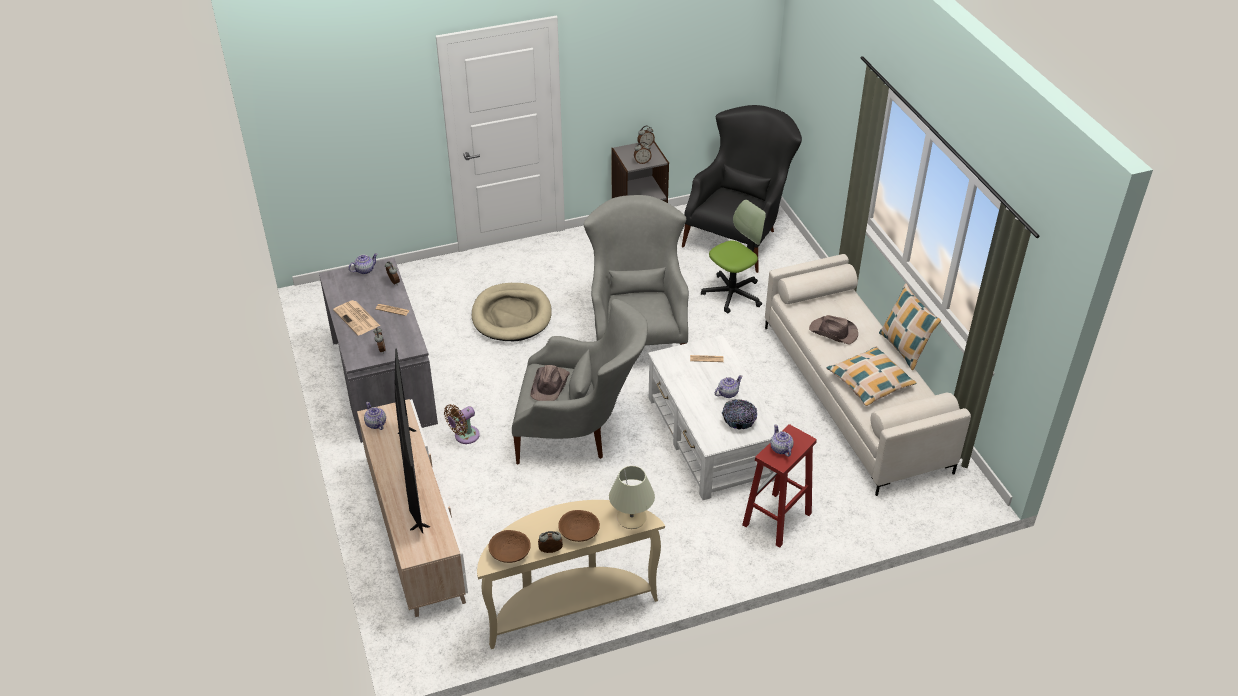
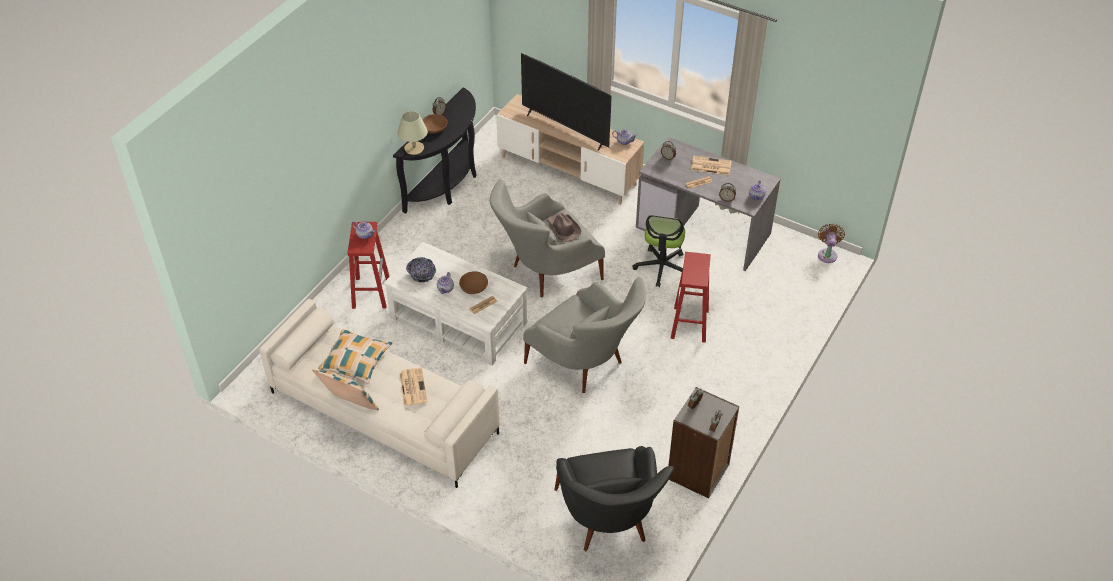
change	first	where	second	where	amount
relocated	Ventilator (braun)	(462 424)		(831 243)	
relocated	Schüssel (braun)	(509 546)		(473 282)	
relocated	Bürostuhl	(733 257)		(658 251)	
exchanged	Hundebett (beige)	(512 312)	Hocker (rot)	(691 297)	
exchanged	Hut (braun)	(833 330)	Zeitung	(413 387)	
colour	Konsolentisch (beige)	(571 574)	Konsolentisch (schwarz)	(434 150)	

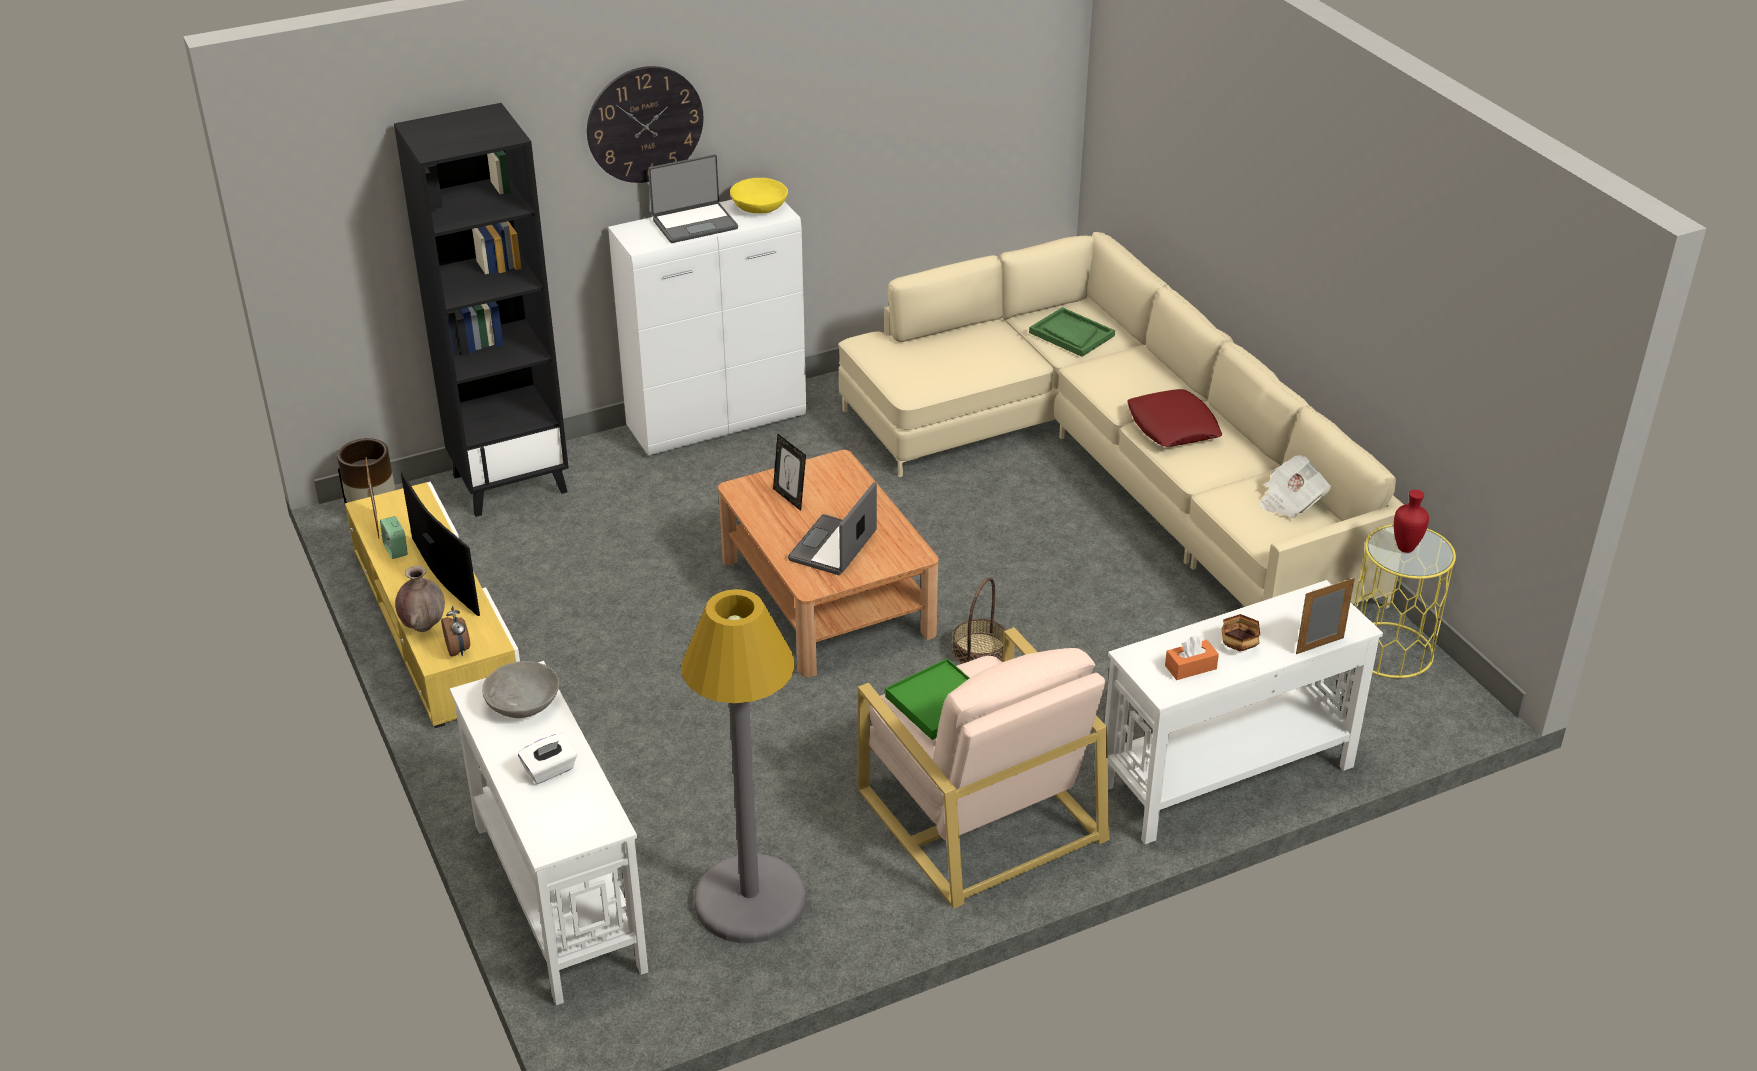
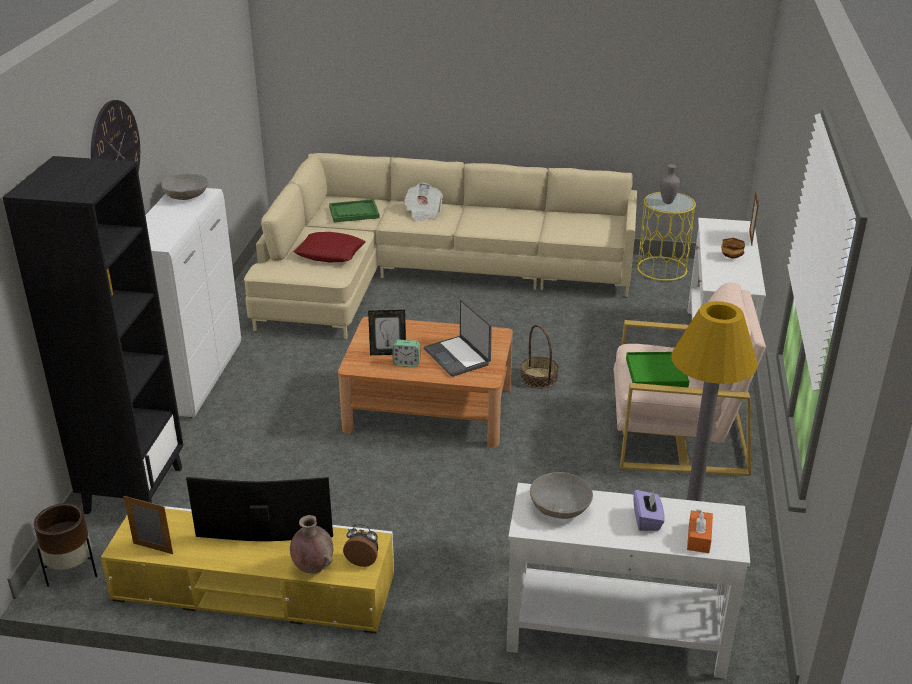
change	first	where	second	where	amount
missing	Laptop	(693 198)			
relocated	Wecker	(394 537)		(406 353)	
relocated	Kissen (rot)	(1174 418)		(330 247)	
relocated	Taschentuchbox (orange)	(1192 658)		(700 531)	
relocated	Zeitung	(1295 486)		(423 202)	
colour	Taschentuchbox (weiß)	(547 758)	Taschentuchbox (lila)	(649 510)	
colour	Schüssel (gelb)	(759 196)	Schüssel (grau)	(184 187)	
colour	Vase (rot)	(1411 521)	Vase (grau)	(670 184)	

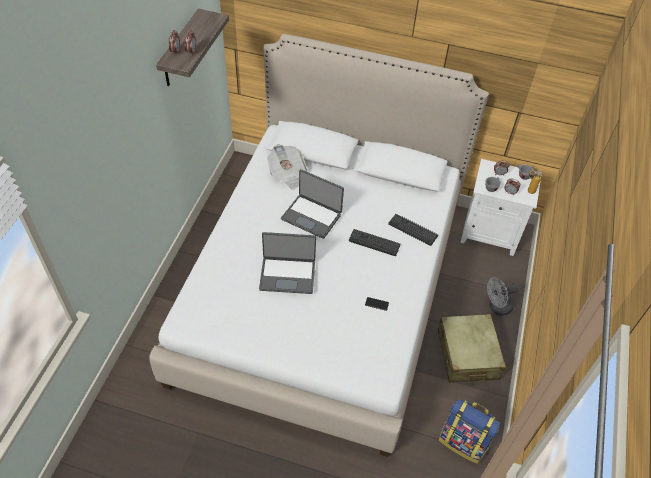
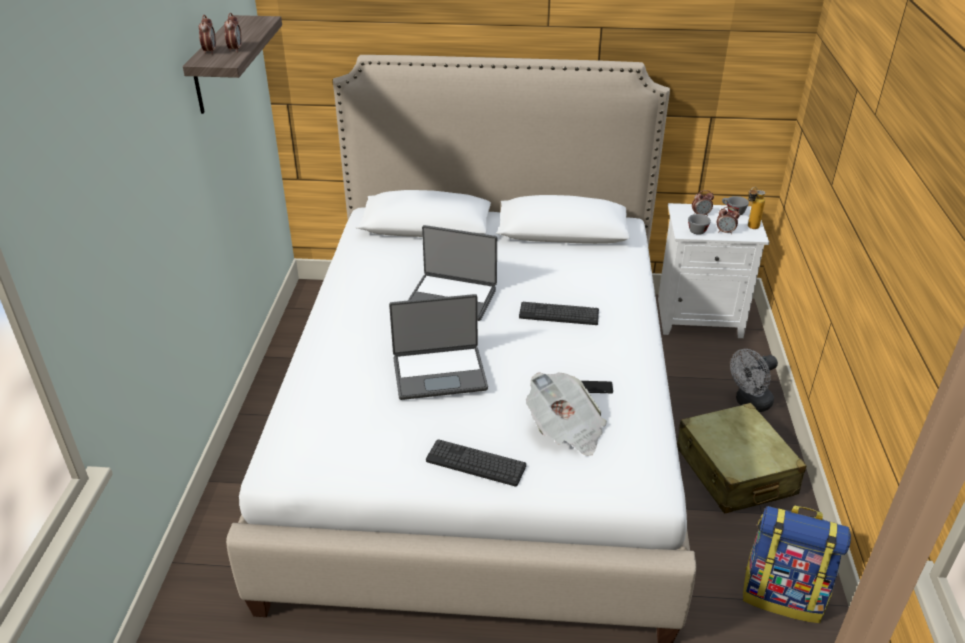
change	first	where	second	where	amount
relocated	Zeitung	(287 167)		(566 414)	
relocated	Tastatur	(413 230)		(476 463)	

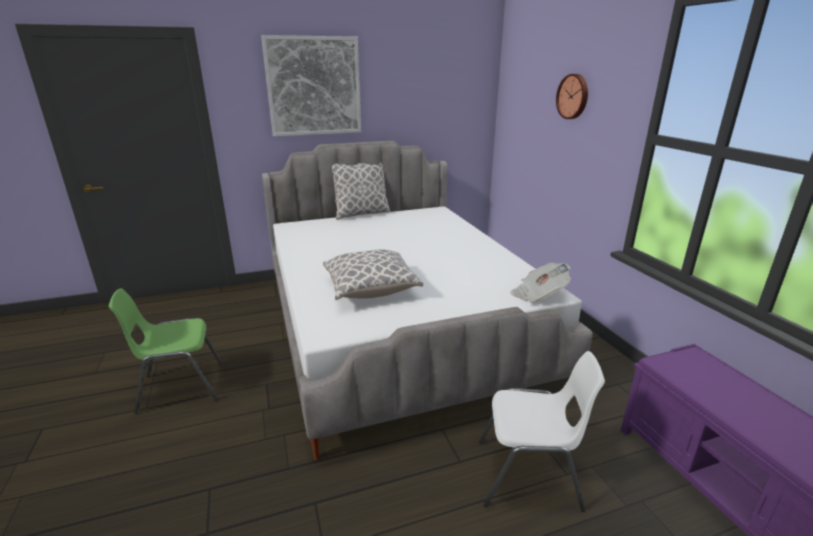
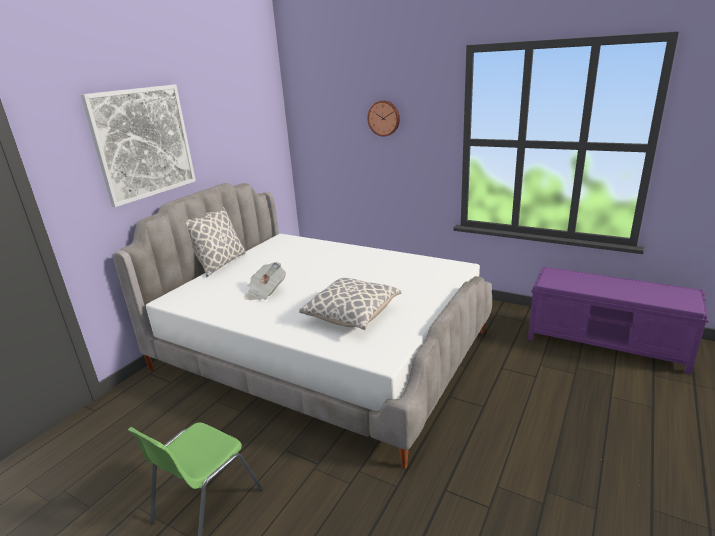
change	first	where	second	where	amount
missing	Stuhl (weiß)	(542 431)			
relocated	Zeitung	(541 282)		(265 281)	

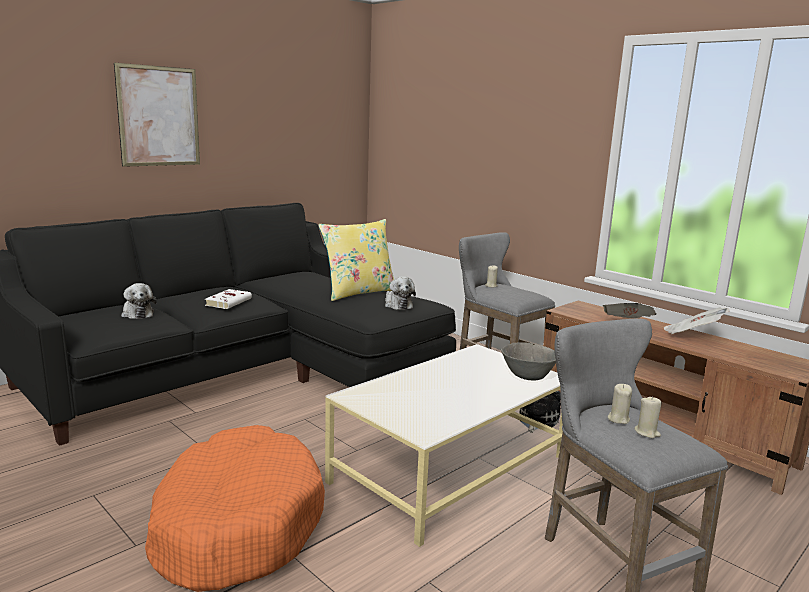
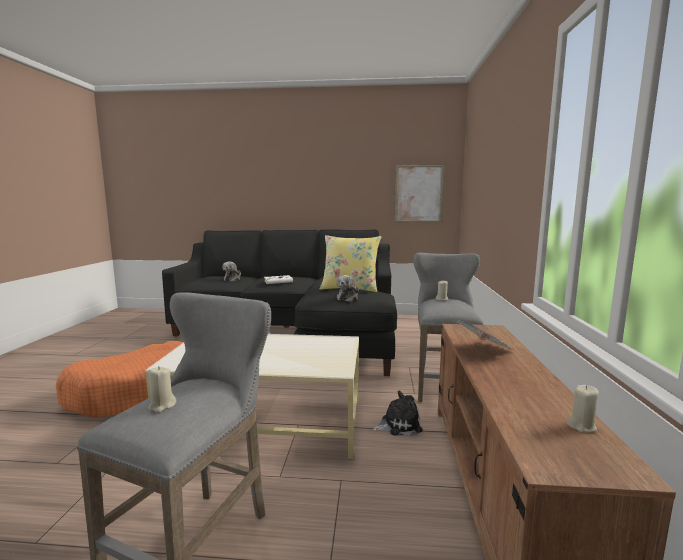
change	first	where	second	where	amount
missing	Schüssel (grau)	(528 361)			
missing	Zeitung	(697 321)			
relocated	Bild	(157 115)		(419 193)	
relocated	Kerze (beige)	(619 404)		(583 409)	

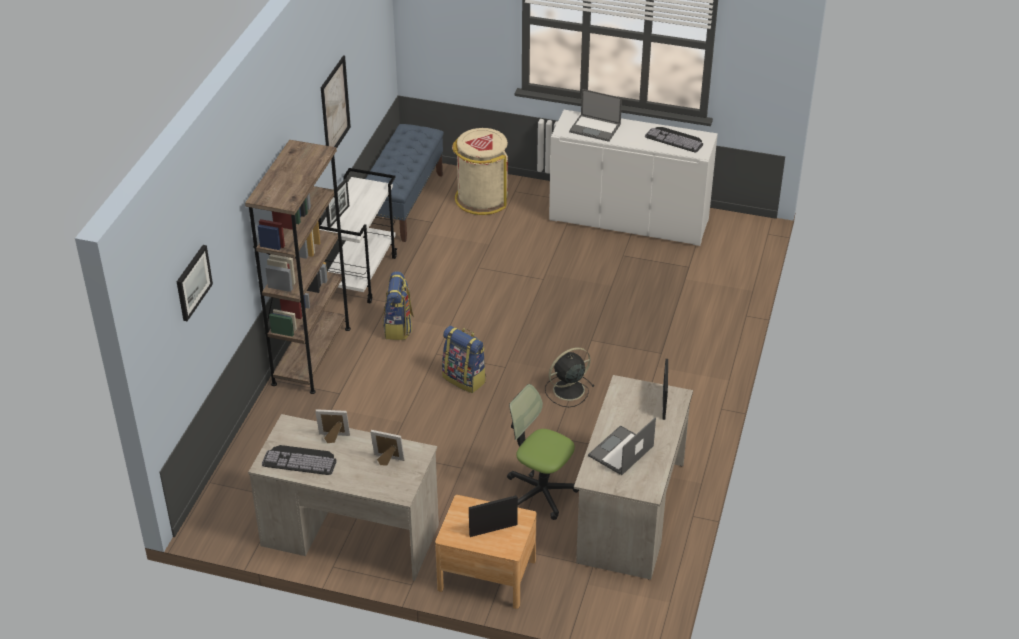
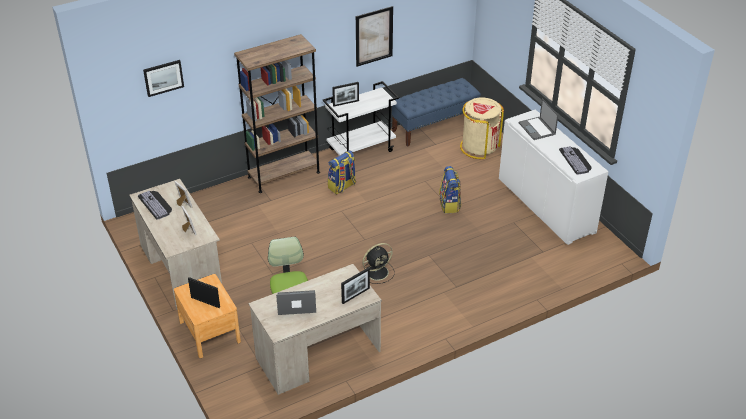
change	first	where	second	where	amount
relocated	Rucksack	(464 359)		(450 189)	
spun	Ventilator (schwarz)	(570 377)		(379 263)	135 degrees clockwise

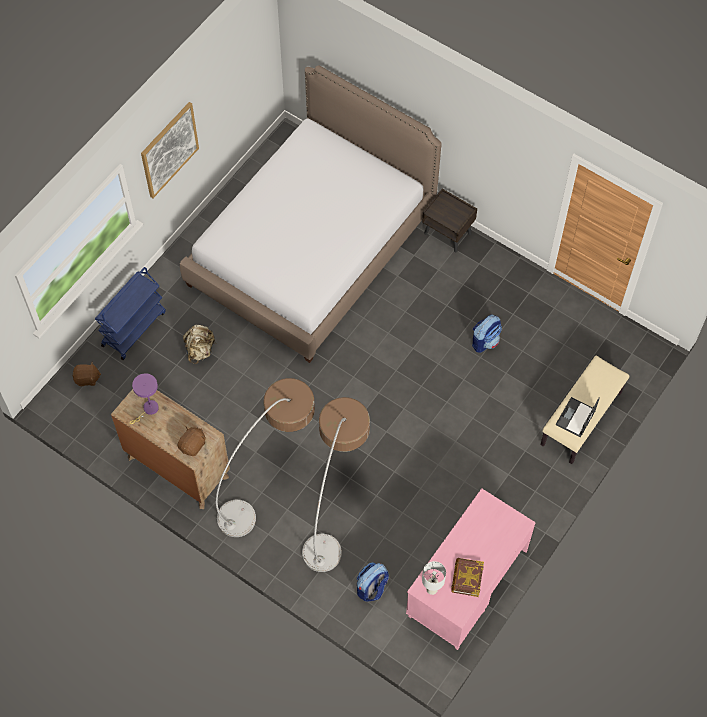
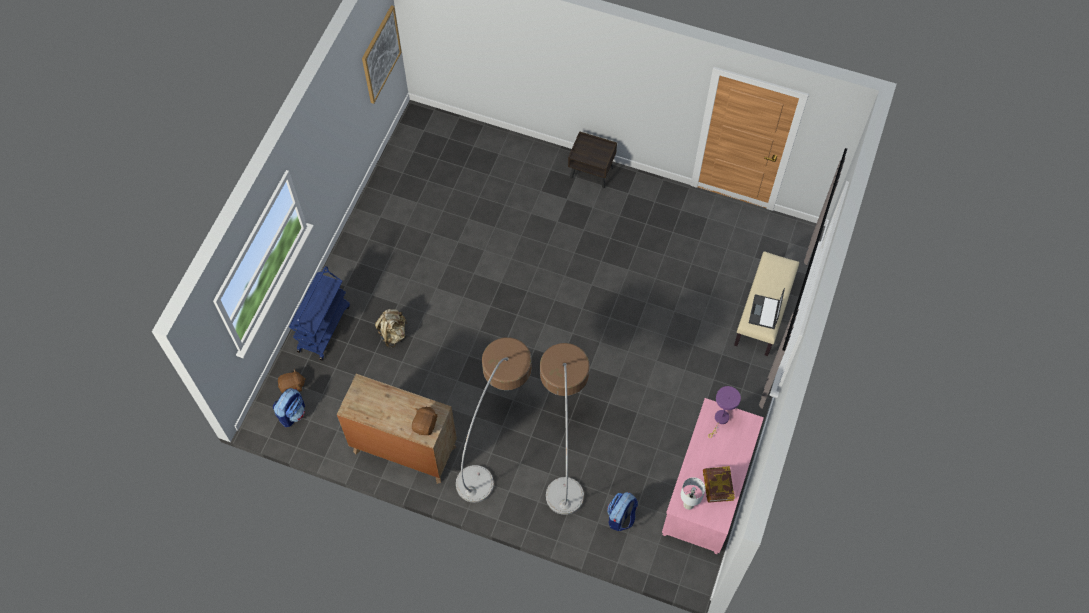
change	first	where	second	where	amount
missing	Bett	(311 214)			
relocated	Tischlampe (lila)	(144 398)		(724 412)	
relocated	Bild	(170 150)		(381 54)	
relocated	Rucksack	(487 334)		(289 407)	

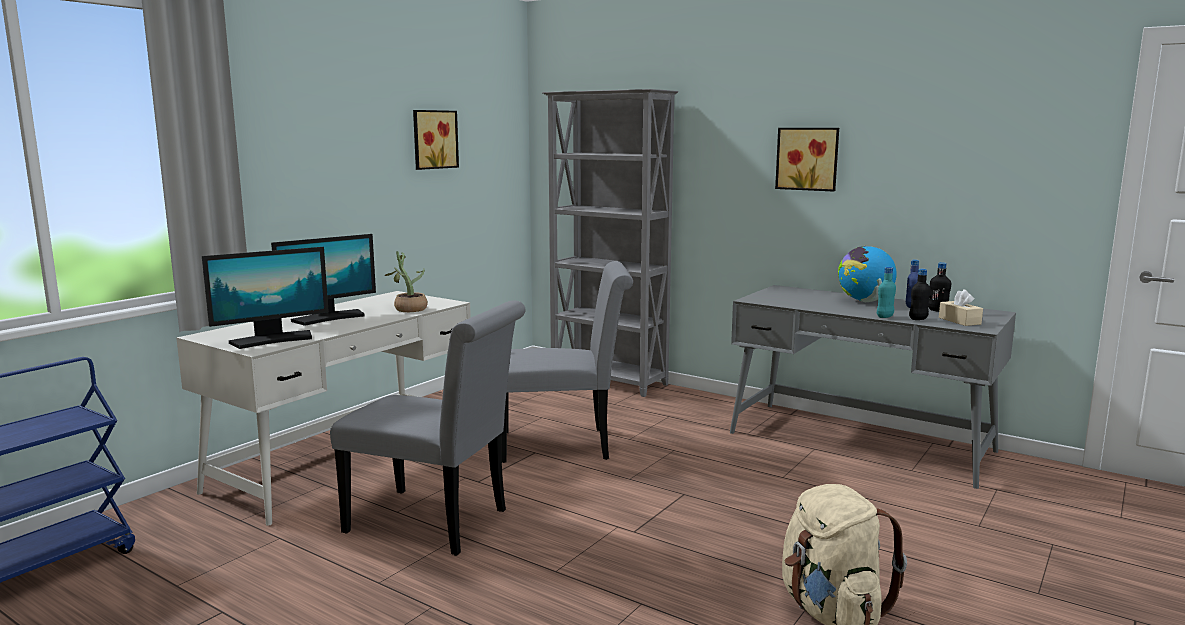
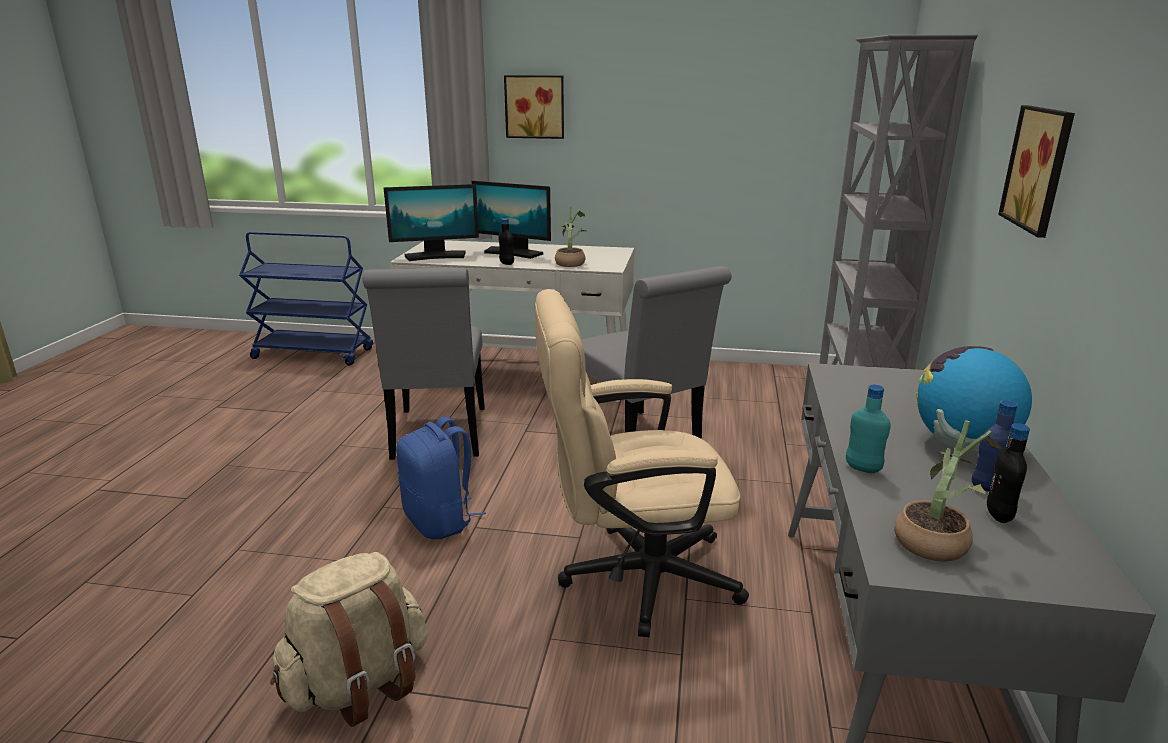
change	first	where	second	where	amount
appeared			Rucksack (blau)	(441 477)	
appeared			Bürostuhl (beige)	(641 463)	
relocated	Bild	(436 140)		(534 107)	
relocated	Flasche (schwarz)	(920 294)		(506 241)	
exchanged	Taschentuchbox (beige)	(961 307)	Topfpflanze	(948 491)	
spun	Monitor	(265 298)		(431 222)	45 degrees counterclockwise

